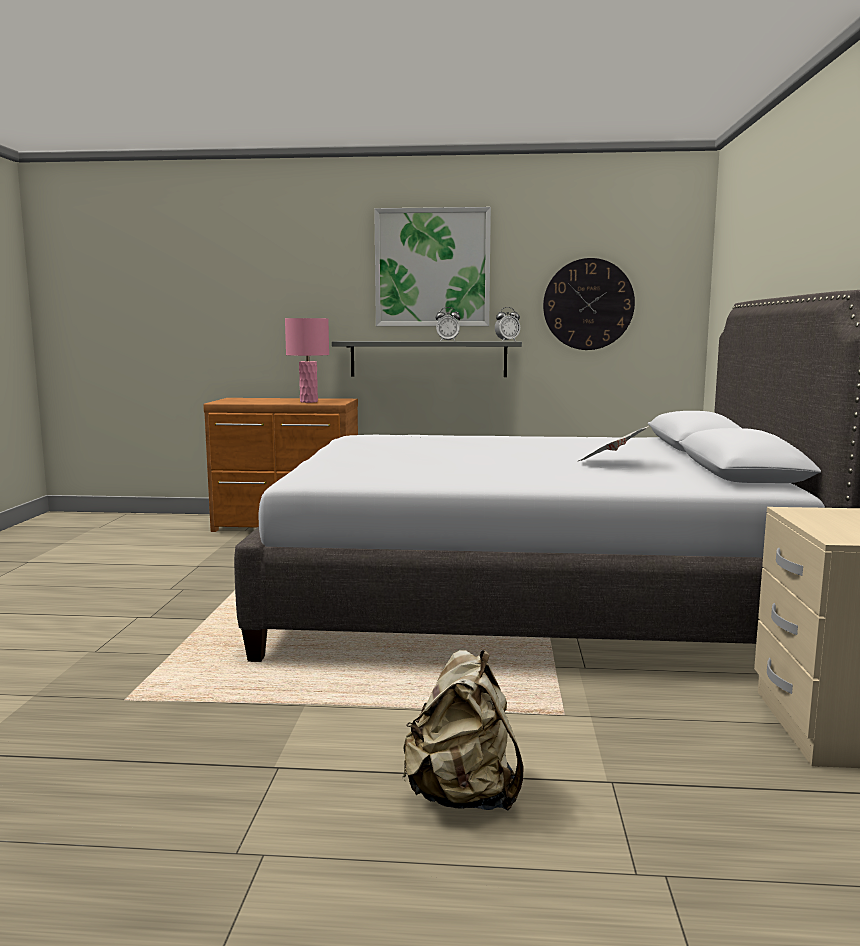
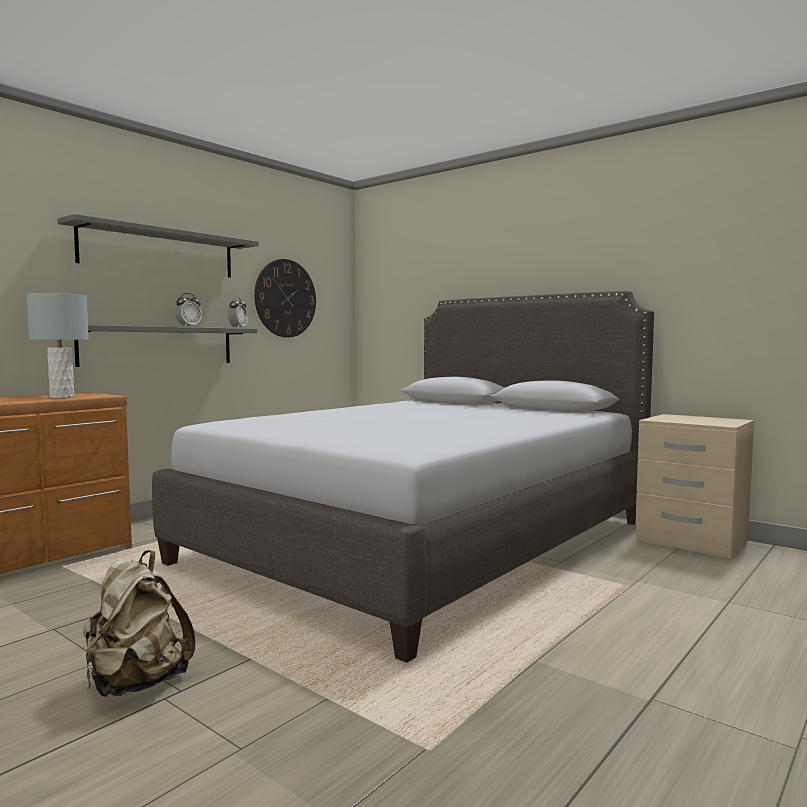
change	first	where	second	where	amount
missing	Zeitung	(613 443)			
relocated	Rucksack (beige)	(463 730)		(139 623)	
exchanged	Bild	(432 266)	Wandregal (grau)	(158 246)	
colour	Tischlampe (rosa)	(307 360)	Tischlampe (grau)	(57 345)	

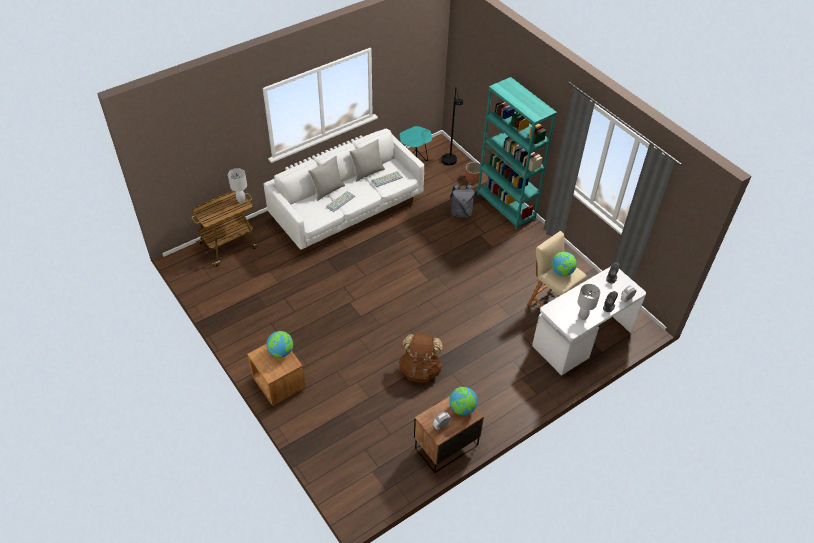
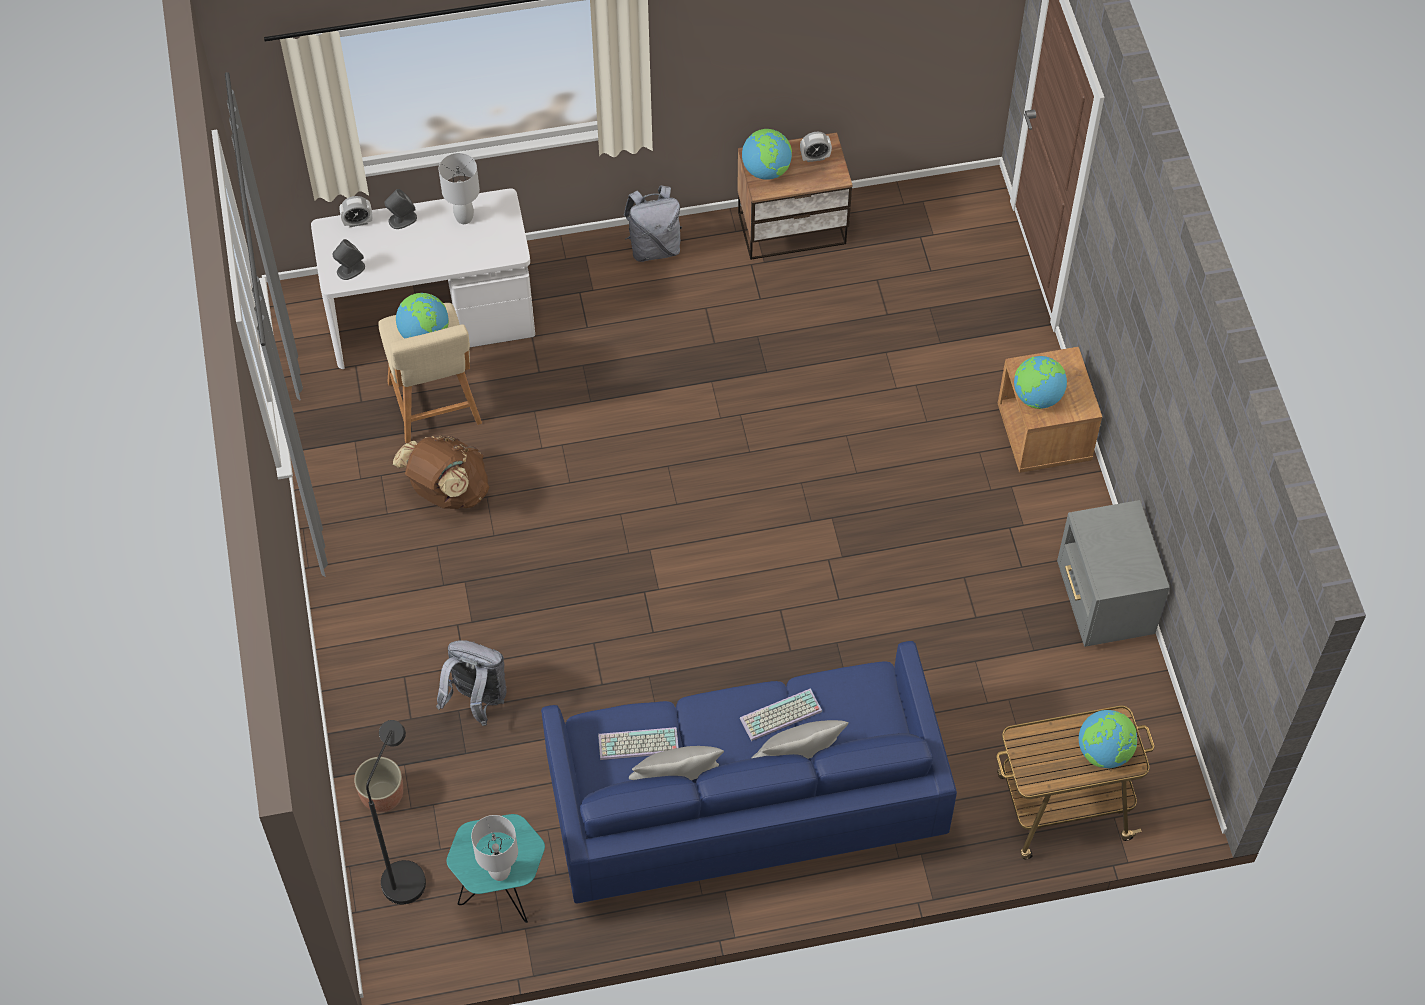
change	first	where	second	where	amount
missing	Bücherregal (türkis)	(517 153)			
appeared			Rucksack (grau)	(653 223)	
appeared			Nachttisch (grau)	(1113 573)	
appeared			Globus	(1108 739)	
relocated	Tischlampe (weiß)	(237 185)		(494 848)	
relocated	Rucksack (braun)	(421 358)		(441 472)	
colour	Sofa (weiß)	(344 191)	Sofa (blau)	(749 772)	

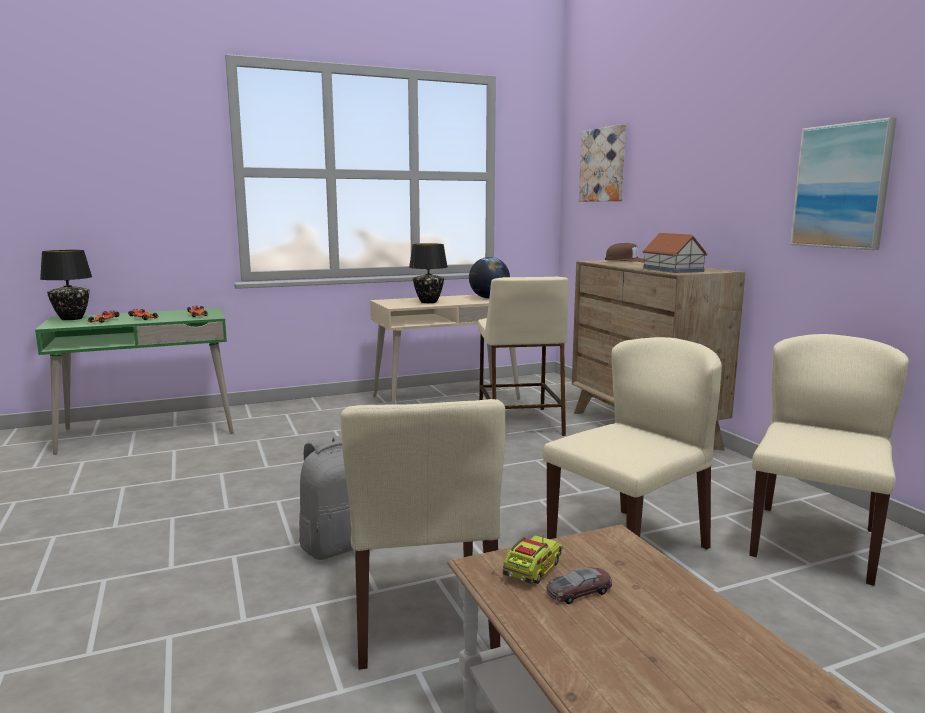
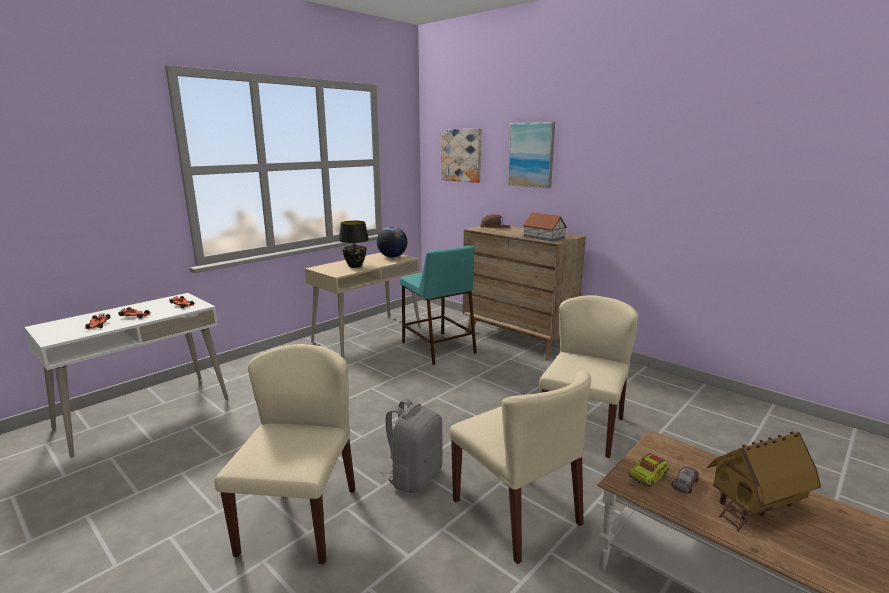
change	first	where	second	where	amount
missing	Tischlampe (schwarz)	(66 285)			
appeared			Spielzeughaus	(764 481)	
relocated	Stuhl (beige)	(829 460)		(285 454)	
relocated	Bild	(843 183)		(531 155)	
colour	Schreibtisch (grün)	(134 381)	Schreibtisch (weiß)	(126 375)	
colour	Hocker (beige)	(523 356)	Hocker (türkis)	(438 305)	
spun	Spielzeuglaster	(532 559)		(648 470)	135 degrees counterclockwise

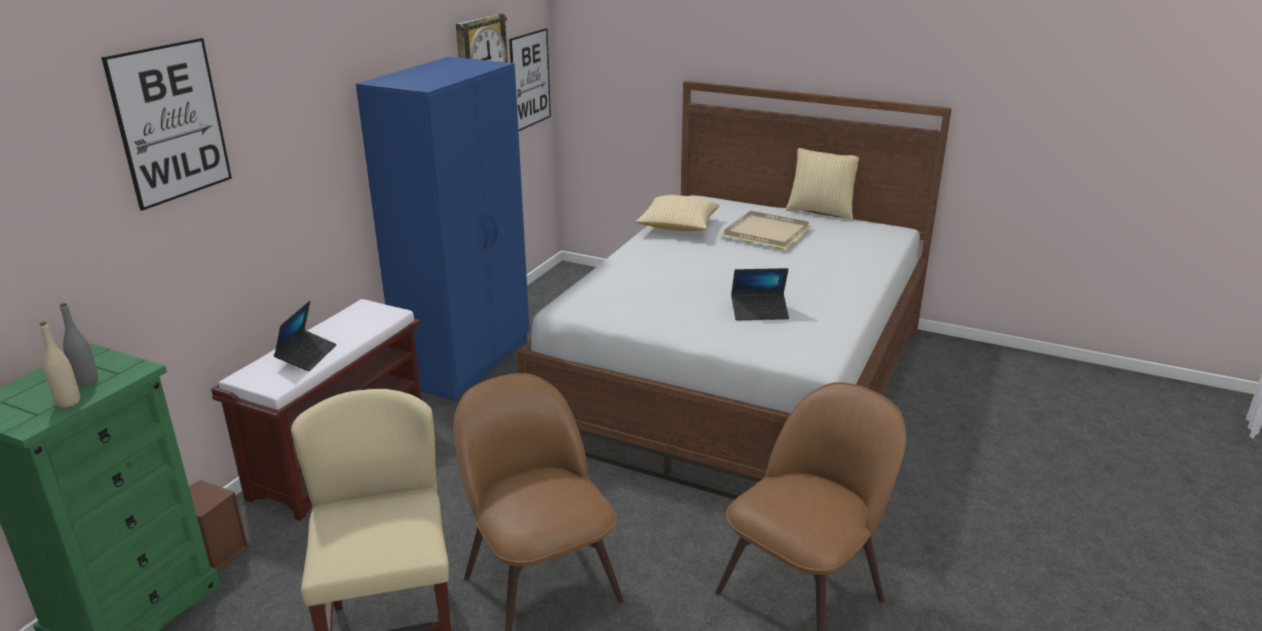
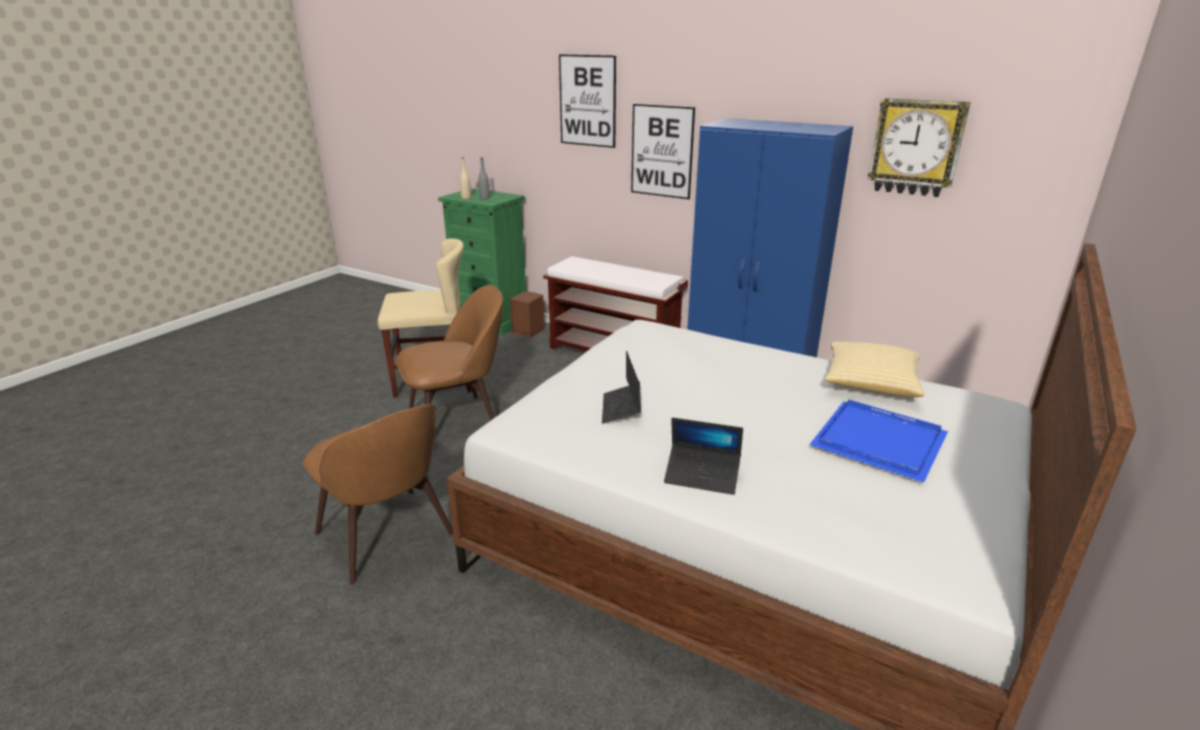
change	first	where	second	where	amount
missing	Kissen	(822 184)			
relocated	Laptop	(305 336)		(703 456)	
relocated	Bild	(530 79)		(663 151)	
colour	Tablett (beige)	(766 230)	Tablett (blau)	(878 441)	

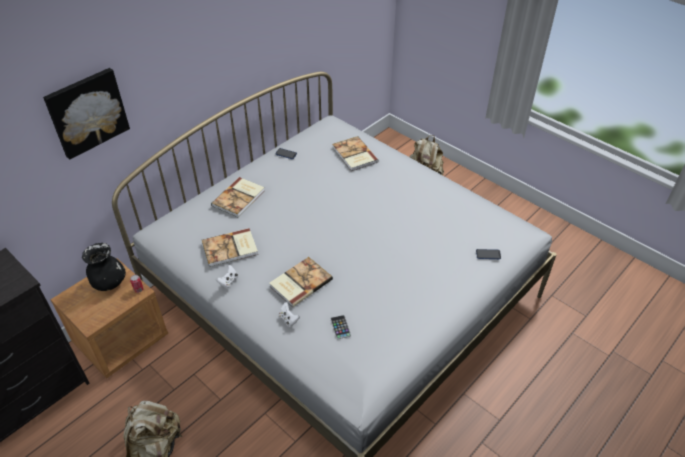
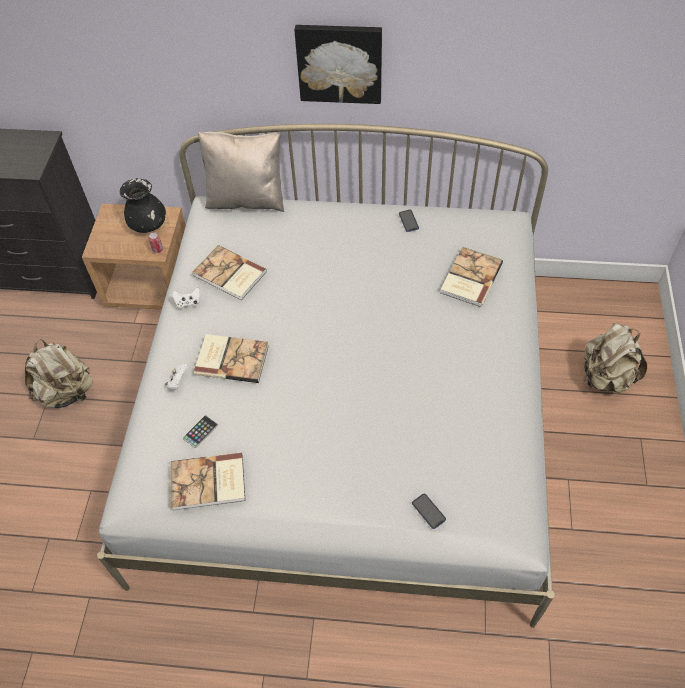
change	first	where	second	where	amount
appeared			Kissen (beige)	(241 172)	
relocated	Bild	(86 114)		(338 64)	
relocated	Buch	(238 197)		(208 481)	

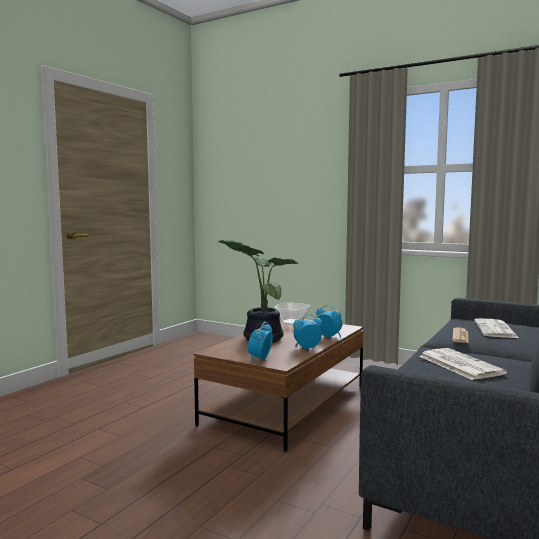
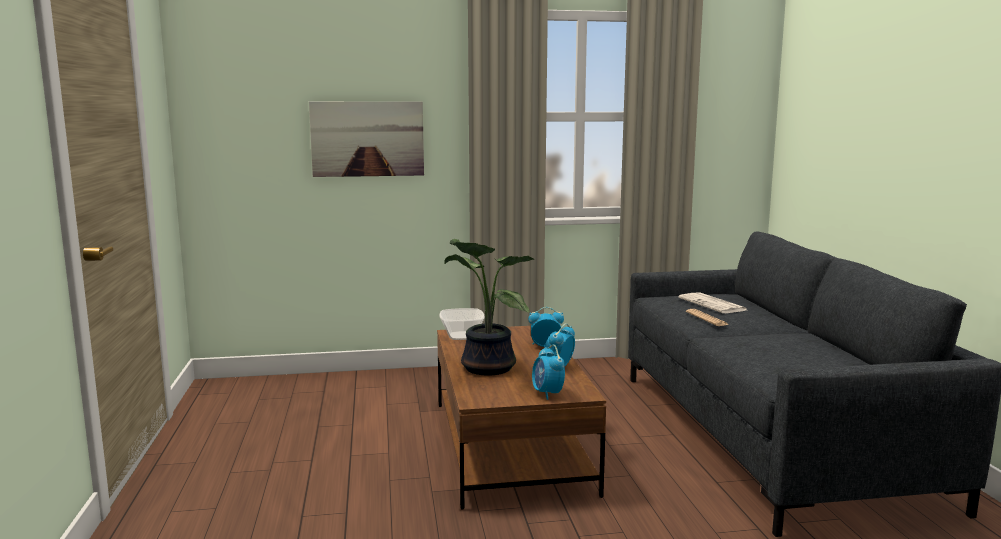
change	first	where	second	where	amount
missing	Zeitung	(463 364)			
appeared			Bild	(366 139)	

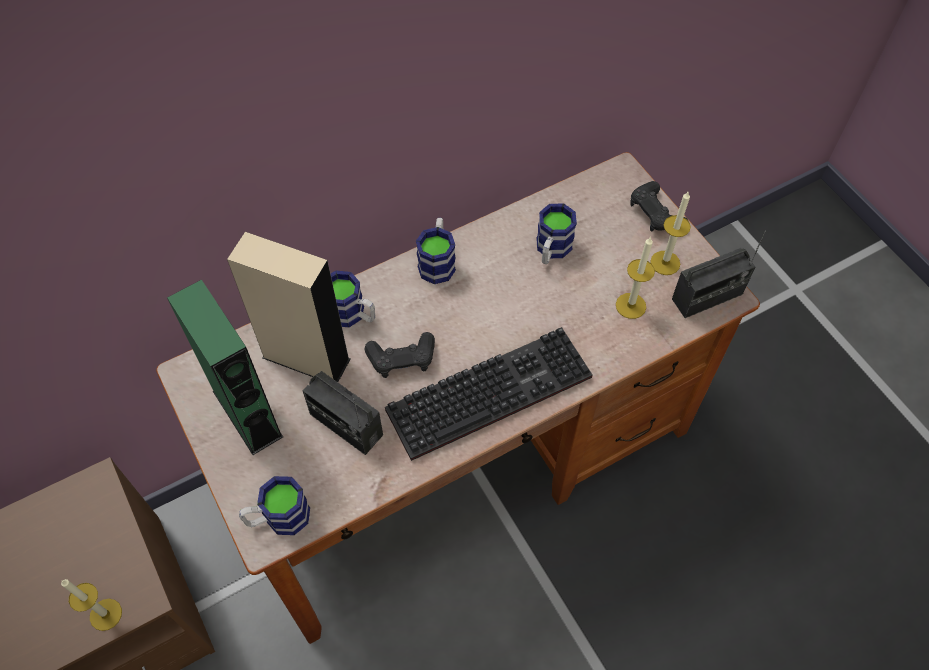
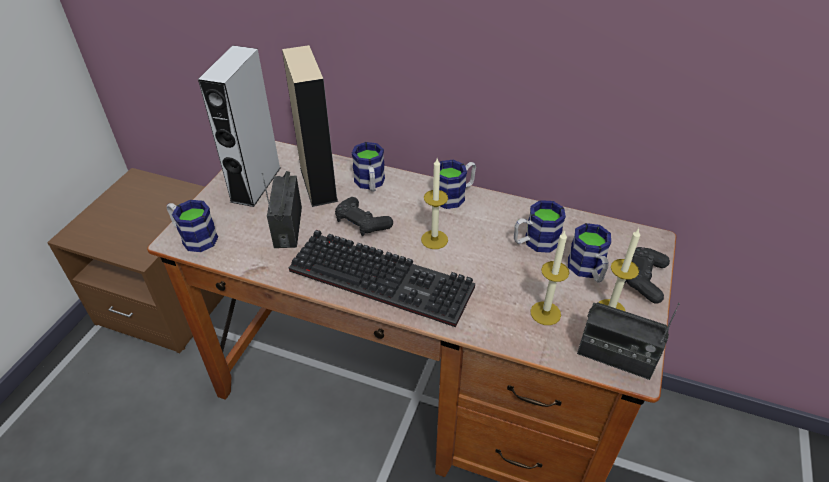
change	first	where	second	where	amount
appeared			Henkelbecher	(589 252)	
relocated	Kerze	(91 605)		(434 204)	
colour	Lautsprecher (grün)	(225 367)	Lautsprecher (grau)	(239 126)	

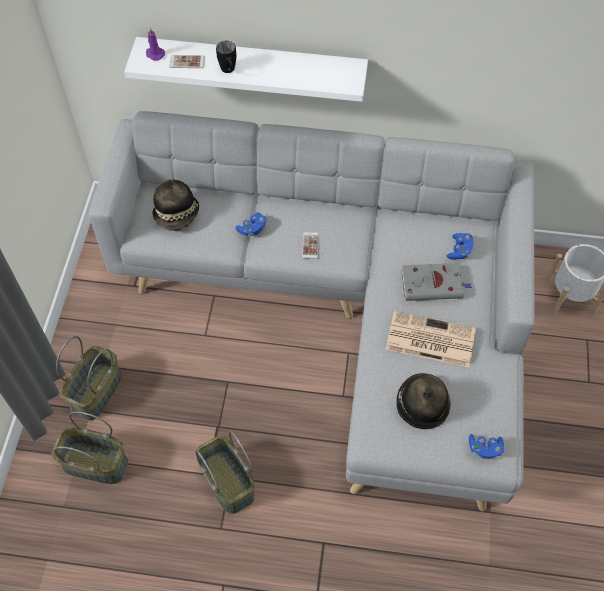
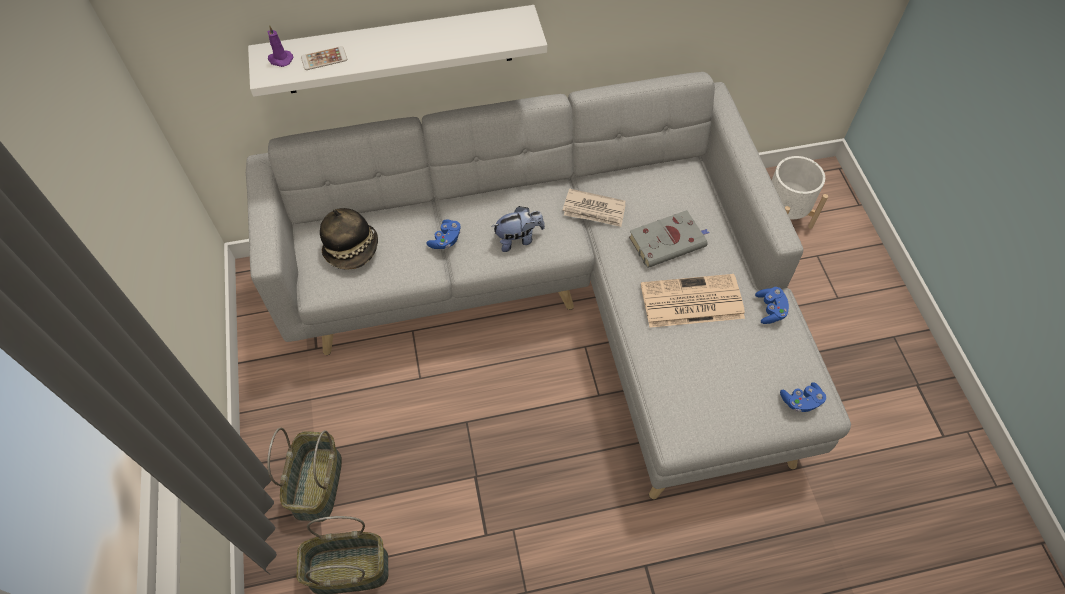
change	first	where	second	where	amount
missing	Korb	(225 472)			
missing	Henkelbecher (schwarz)	(226 57)			
missing	Hut	(423 401)			
appeared			Zeitung	(594 208)	
relocated	Gamepad (blau)	(460 246)		(772 305)	
exchanged	Handy	(310 245)	Plüschtier	(518 229)	

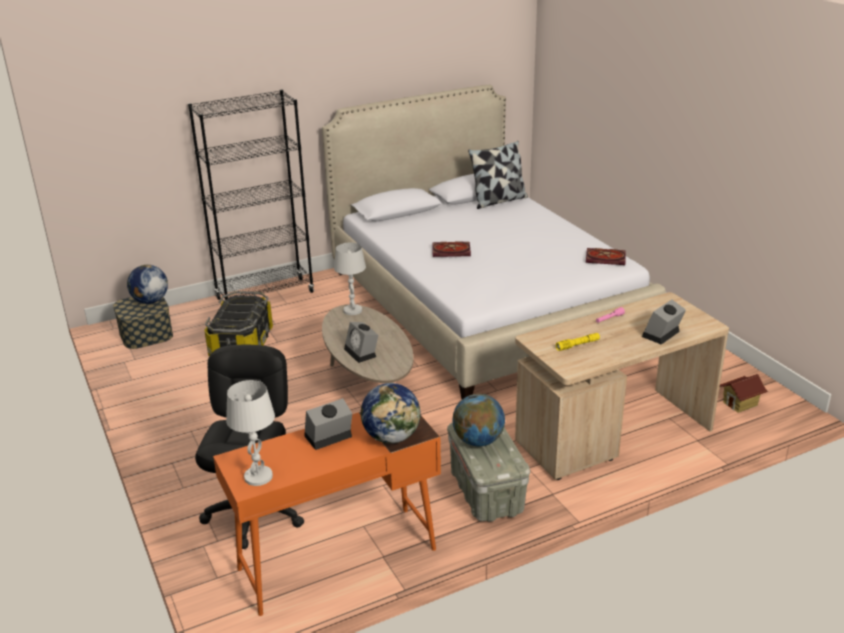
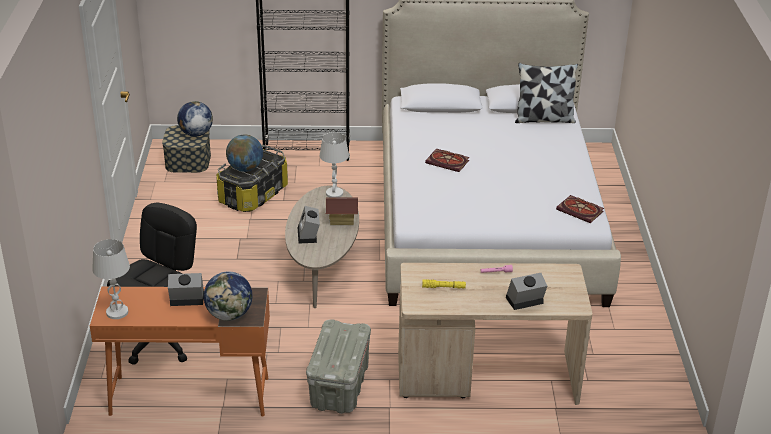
change	first	where	second	where	amount
relocated	Globus	(478 420)		(244 153)	
relocated	Spielzeughaus	(744 393)		(342 211)	

